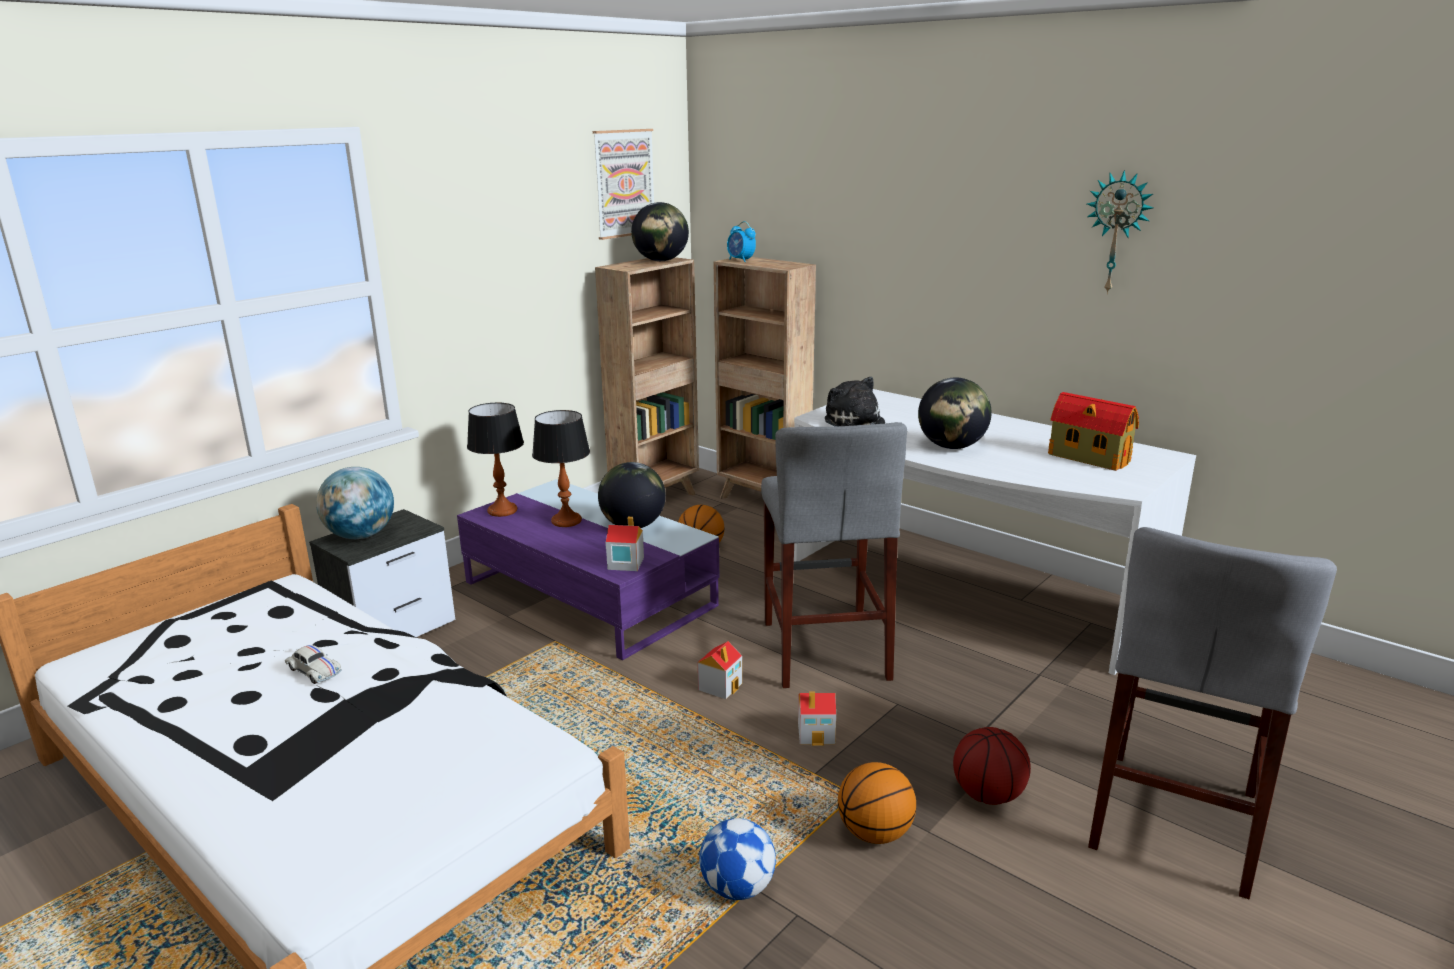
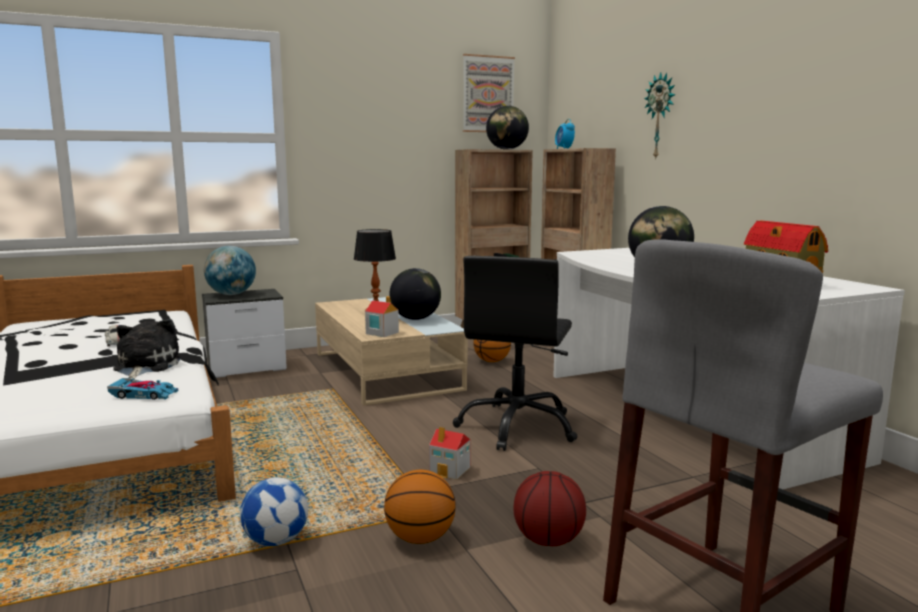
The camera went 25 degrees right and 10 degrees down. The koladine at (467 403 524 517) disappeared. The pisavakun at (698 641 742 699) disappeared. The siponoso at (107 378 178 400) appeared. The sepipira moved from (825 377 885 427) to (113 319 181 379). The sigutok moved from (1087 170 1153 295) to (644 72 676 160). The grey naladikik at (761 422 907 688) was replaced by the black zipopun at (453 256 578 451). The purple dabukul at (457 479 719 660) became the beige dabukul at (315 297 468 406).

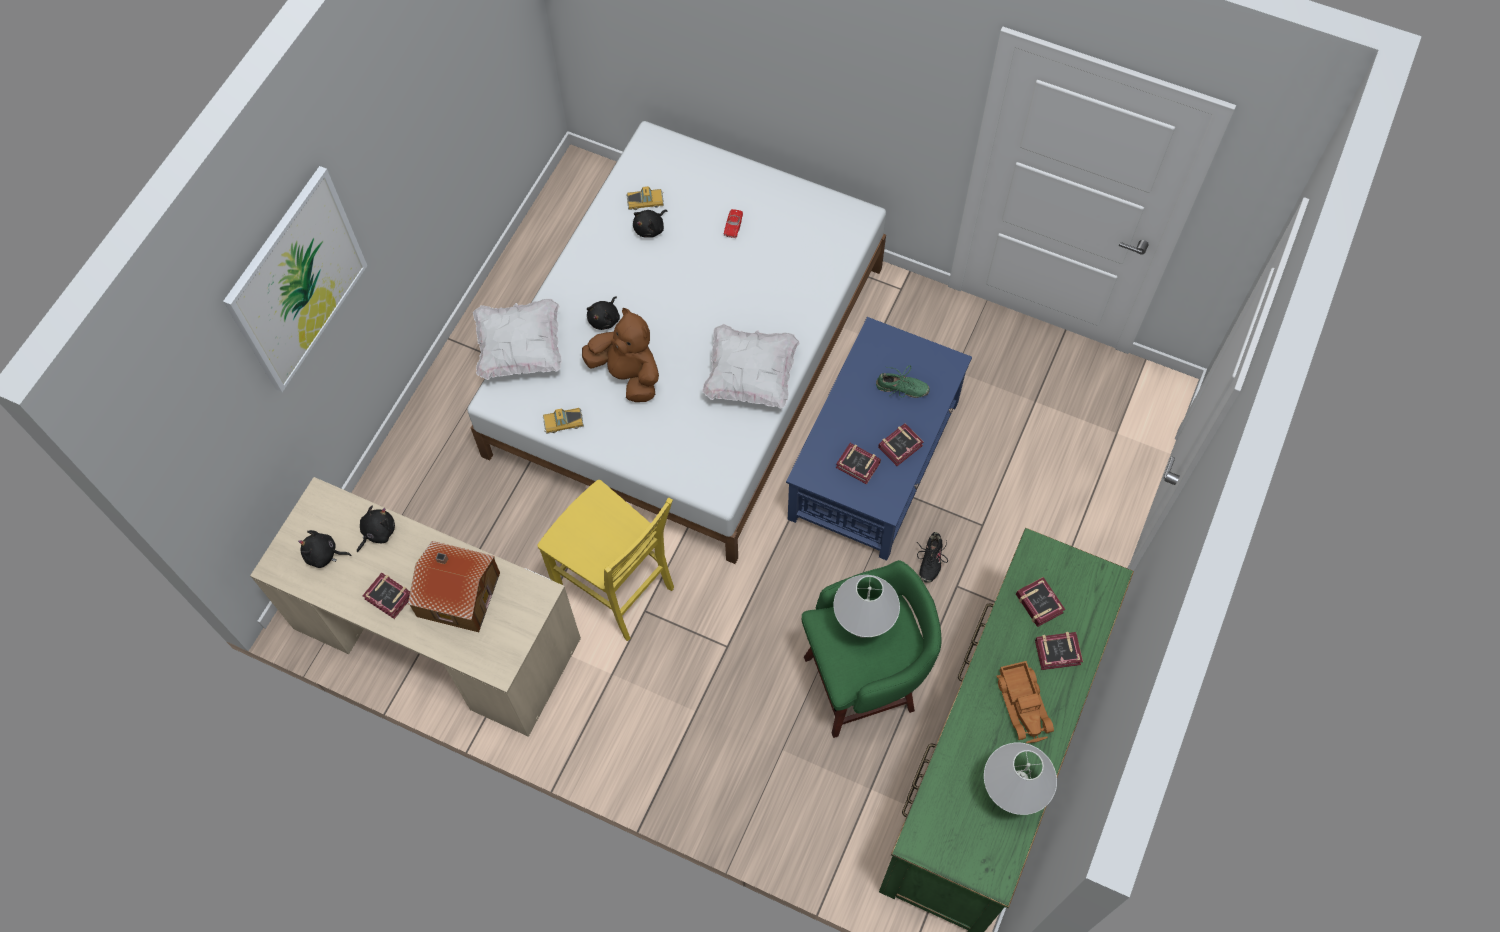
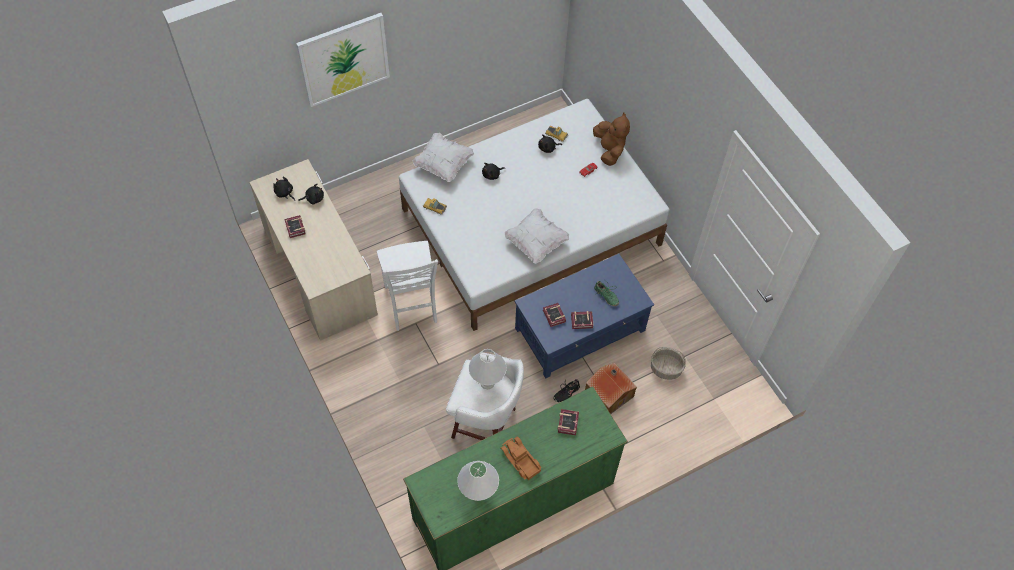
The camera went 35 degrees right and 5 degrees down. The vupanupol at (1035 632 1083 670) disappeared. The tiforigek at (651 347 686 380) appeared. The pisavakun moved from (408 541 500 632) to (585 362 637 414). The brown sepipira moved from (582 308 659 402) to (593 113 630 166). The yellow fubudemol at (537 480 674 641) became the white fubudemol at (377 241 438 331). The green naladikik at (802 560 941 738) became the white naladikik at (446 353 524 440). The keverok at (996 661 1054 743) turned 120 degrees clockwise.

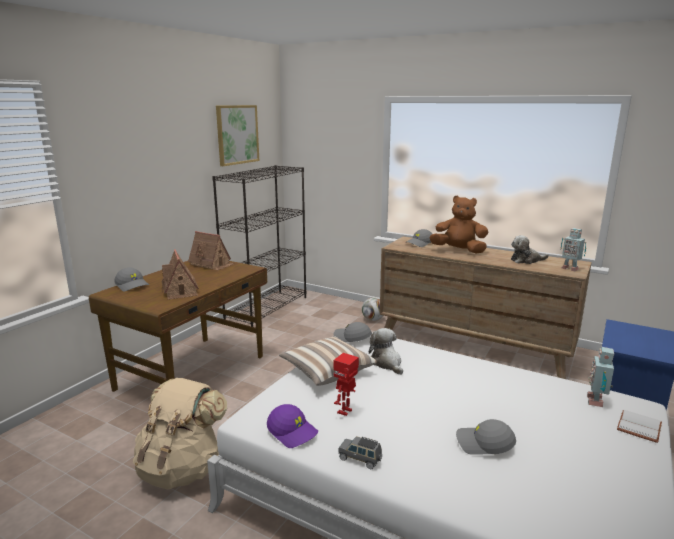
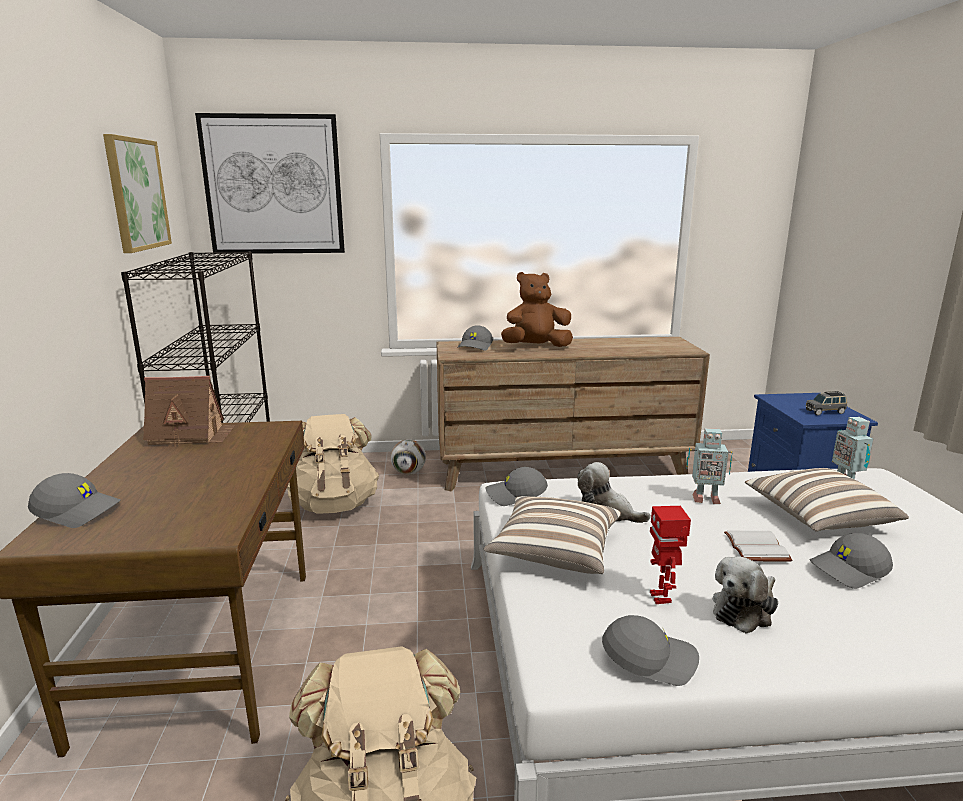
The camera went 35 degrees left and 0 degrees up. The pisavakun at (162 249 199 300) disappeared. The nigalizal at (195 113 345 254) appeared. The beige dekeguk at (287 414 379 514) appeared. The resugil at (745 468 909 532) appeared. The grey siponoso moved from (338 436 382 469) to (805 391 847 415). The sepipira moved from (511 235 549 264) to (713 556 778 634). The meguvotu moved from (561 228 586 271) to (686 428 733 504). The white vupanupol moved from (617 410 662 443) to (724 531 792 561). The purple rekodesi at (267 404 318 448) became the grey rekodesi at (602 615 699 686).

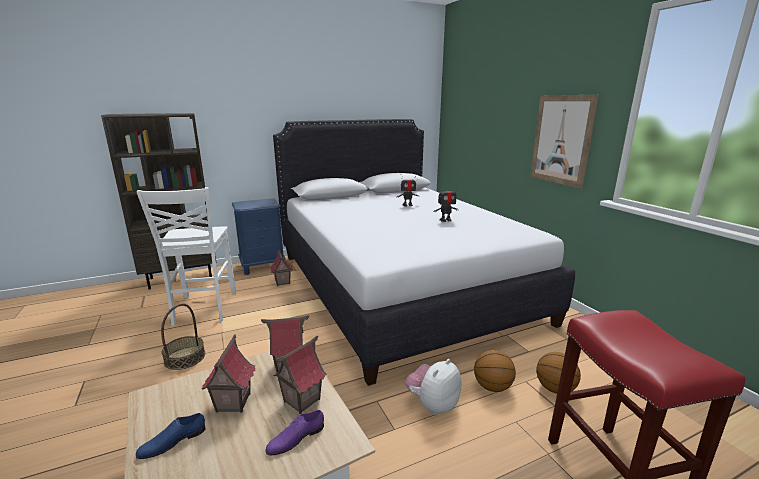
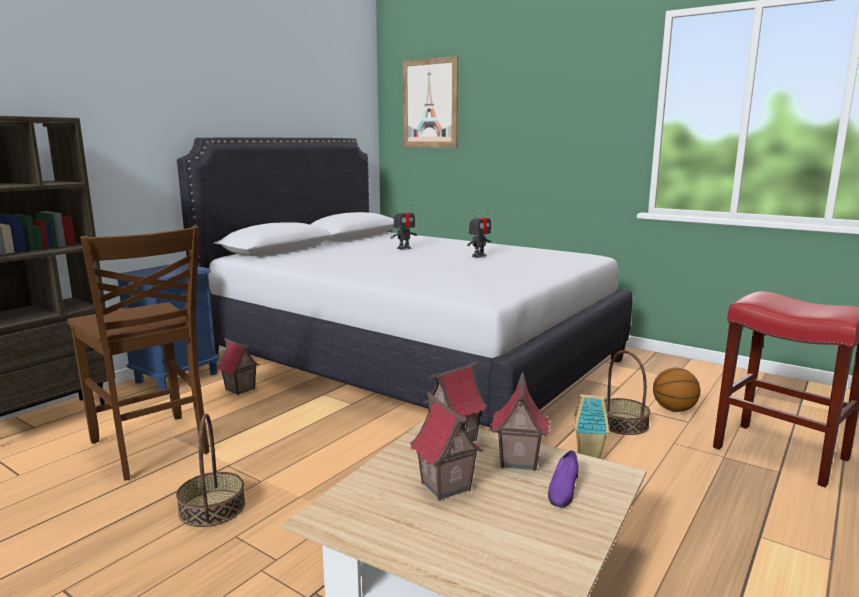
The camera went 30 degrees left and 5 degrees down. The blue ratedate at (135 413 206 459) disappeared. The nigalizal moved from (530 95 599 188) to (403 56 458 148). The sepipira at (405 359 461 415) was replaced by the pisavakun at (574 394 609 459). The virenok at (474 350 516 392) was replaced by the tiforigek at (604 350 651 435). The white fubudemol at (136 187 236 326) became the brown fubudemol at (67 226 210 480).

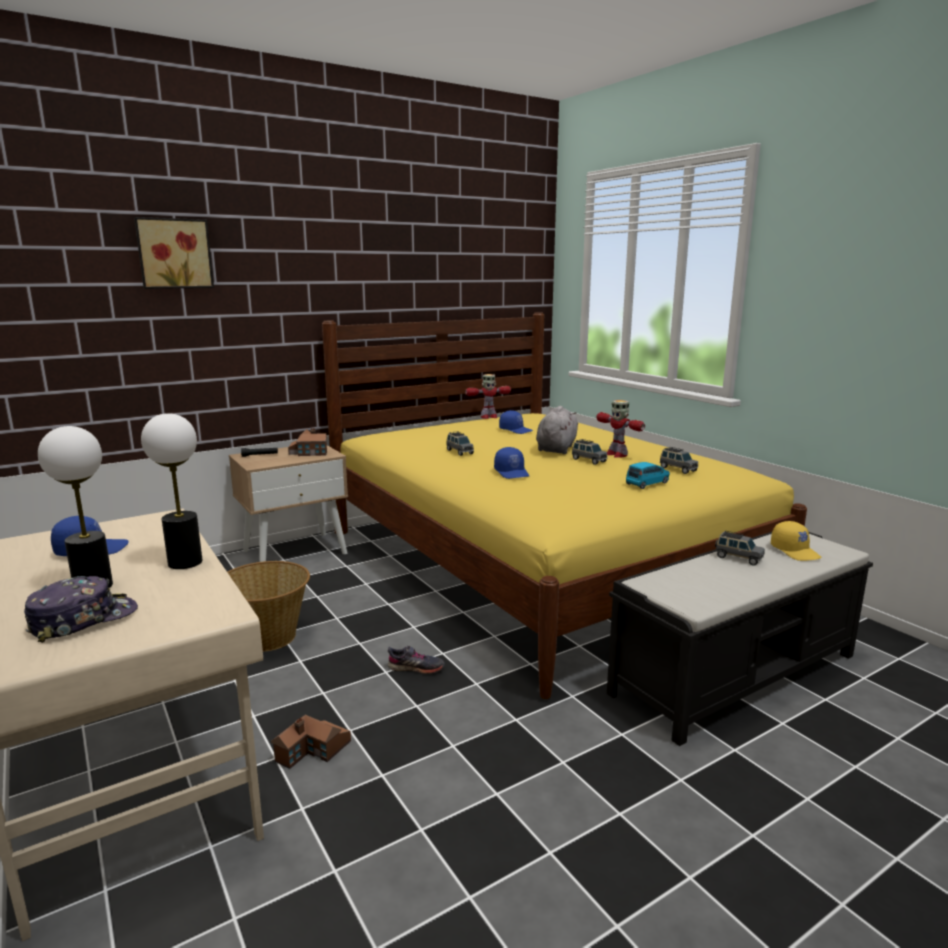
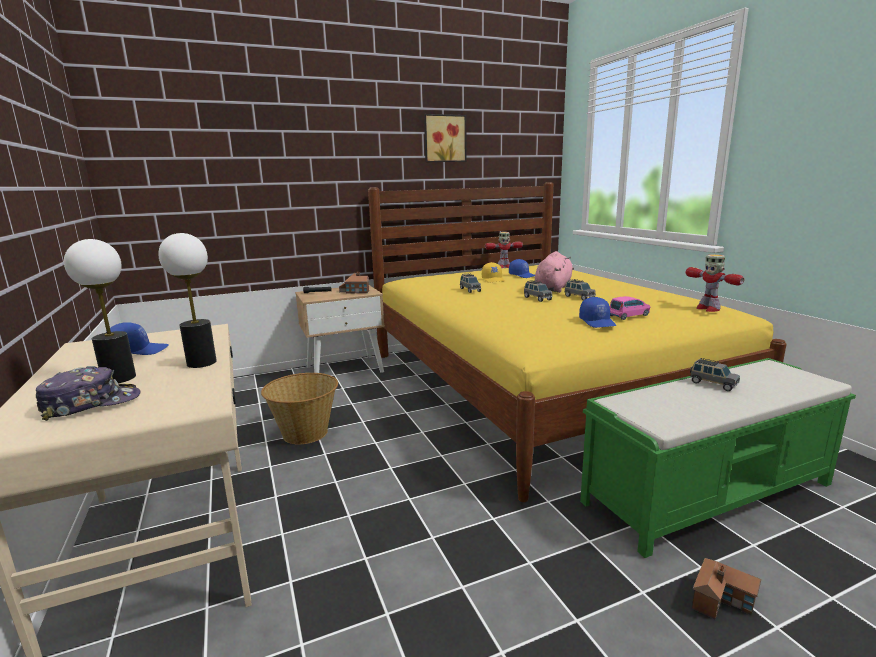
The camera went 10 degrees right and 0 degrees up. The grey ratedate at (388 645 445 674) disappeared. The nigalizal moved from (134 217 214 289) to (424 114 467 162). The pisavakun moved from (271 715 351 769) to (692 558 761 619). The blue rekodesi moved from (494 447 529 479) to (579 297 616 328). The meguvotu moved from (596 400 645 458) to (686 254 744 312). The grey siponoso moved from (660 447 698 474) to (524 280 552 302). The yellow rekodesi moved from (771 521 821 561) to (482 262 505 283). The grey sepipira at (536 406 578 454) became the pink sepipira at (535 251 574 293). The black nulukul at (607 532 873 746) became the green nulukul at (580 358 856 558). The blue siponoso at (626 462 670 489) became the pink siponoso at (610 296 650 320).

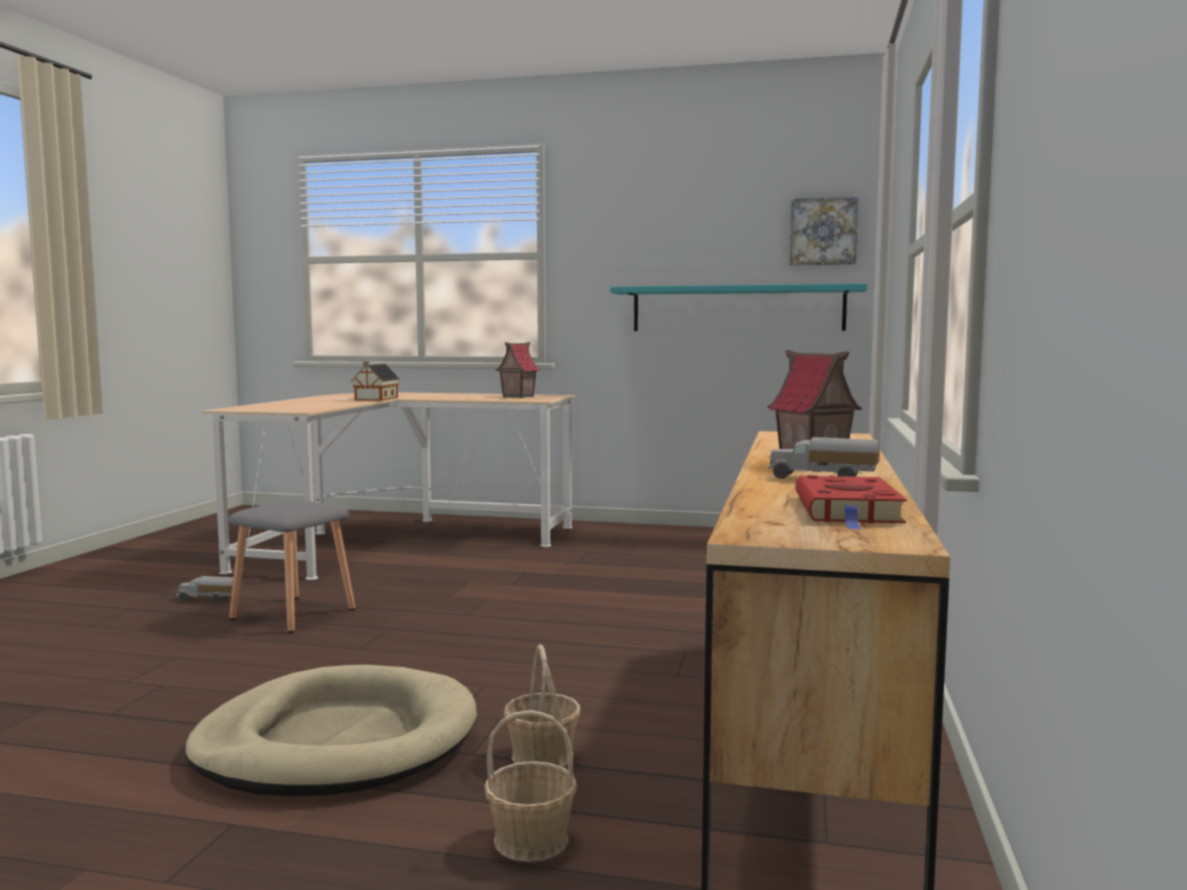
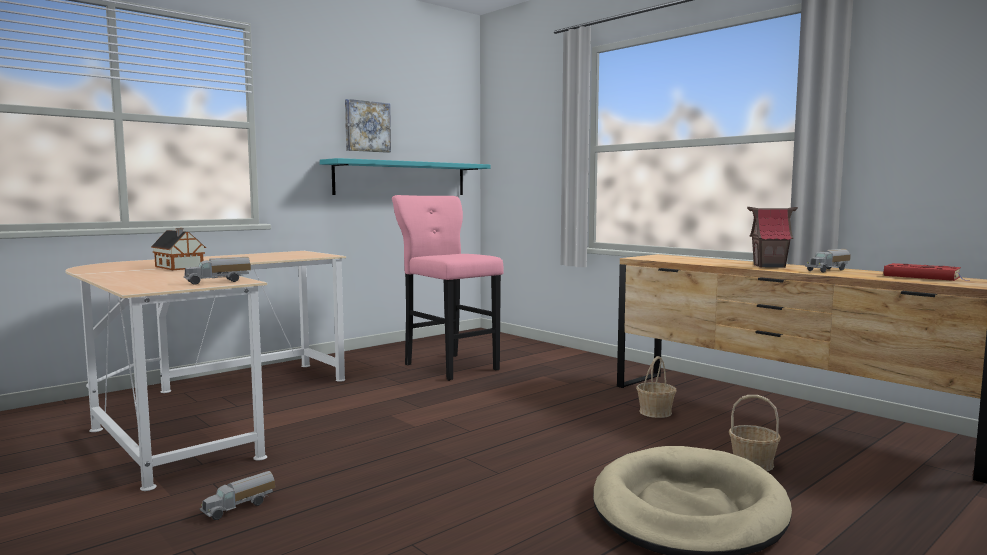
The camera went 55 degrees left and 0 degrees up. The grey naladikik at (228 500 355 633) disappeared. The pisavakun at (496 342 541 398) disappeared. The keverok at (184 257 251 285) appeared. The pink naladikik at (392 195 504 381) appeared. The tiforigek moved from (484 710 577 862) to (636 356 677 418). The nigalizal moved from (790 197 858 265) to (345 99 391 153).

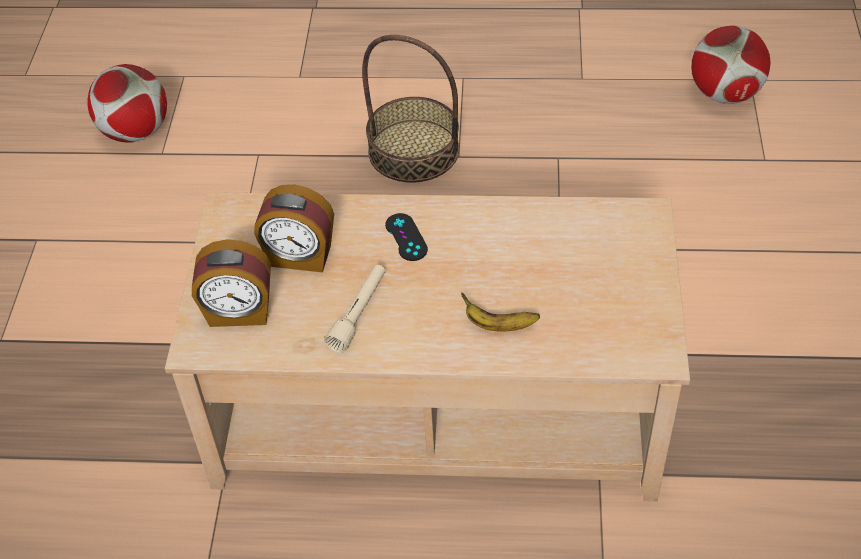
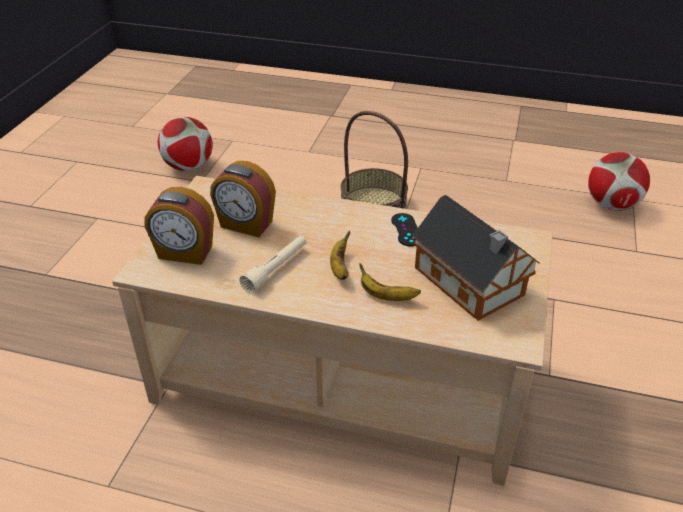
The camera went 10 degrees right and 10 degrees down. The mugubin at (330 230 350 280) appeared. The pisavakun at (412 195 540 321) appeared. The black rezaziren moved from (385 213 428 261) to (391 213 418 246).

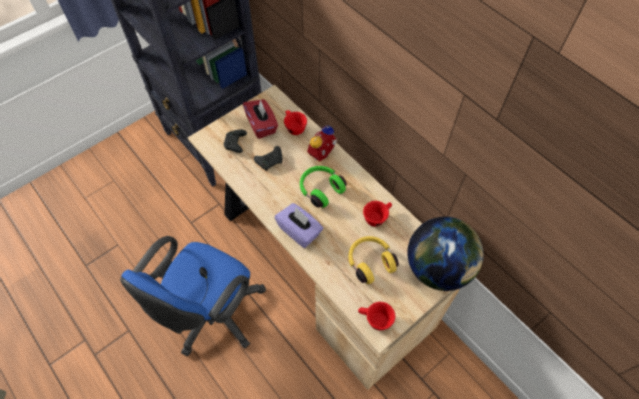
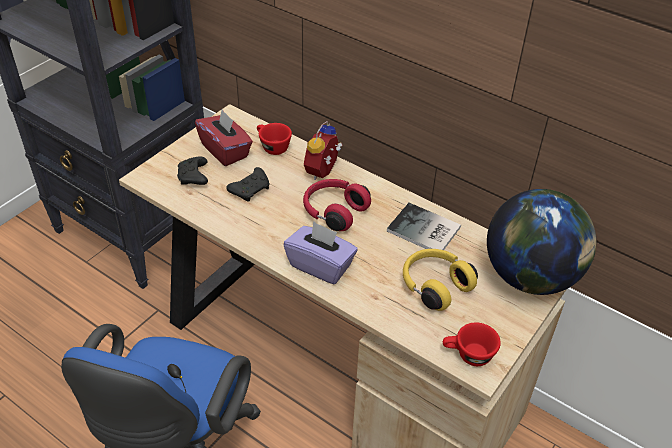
The camera went 15 degrees left and 15 degrees down. The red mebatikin at (363 201 392 227) was replaced by the vupanupol at (387 203 461 250). The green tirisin at (300 166 347 208) became the red tirisin at (303 179 371 231).

